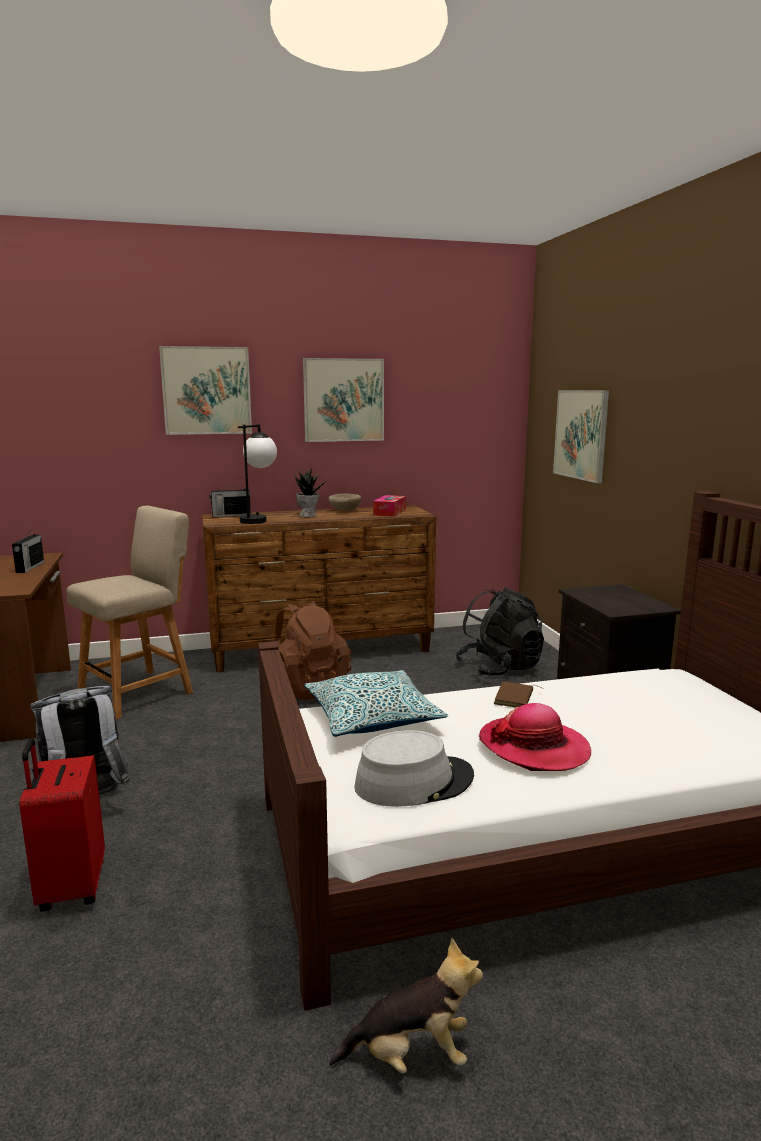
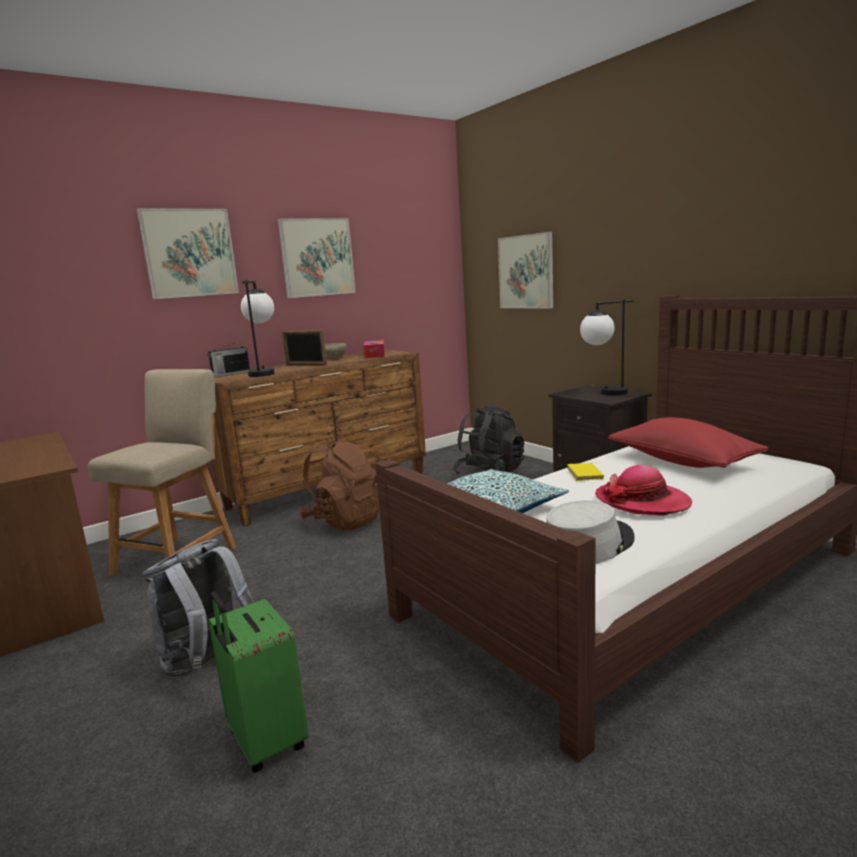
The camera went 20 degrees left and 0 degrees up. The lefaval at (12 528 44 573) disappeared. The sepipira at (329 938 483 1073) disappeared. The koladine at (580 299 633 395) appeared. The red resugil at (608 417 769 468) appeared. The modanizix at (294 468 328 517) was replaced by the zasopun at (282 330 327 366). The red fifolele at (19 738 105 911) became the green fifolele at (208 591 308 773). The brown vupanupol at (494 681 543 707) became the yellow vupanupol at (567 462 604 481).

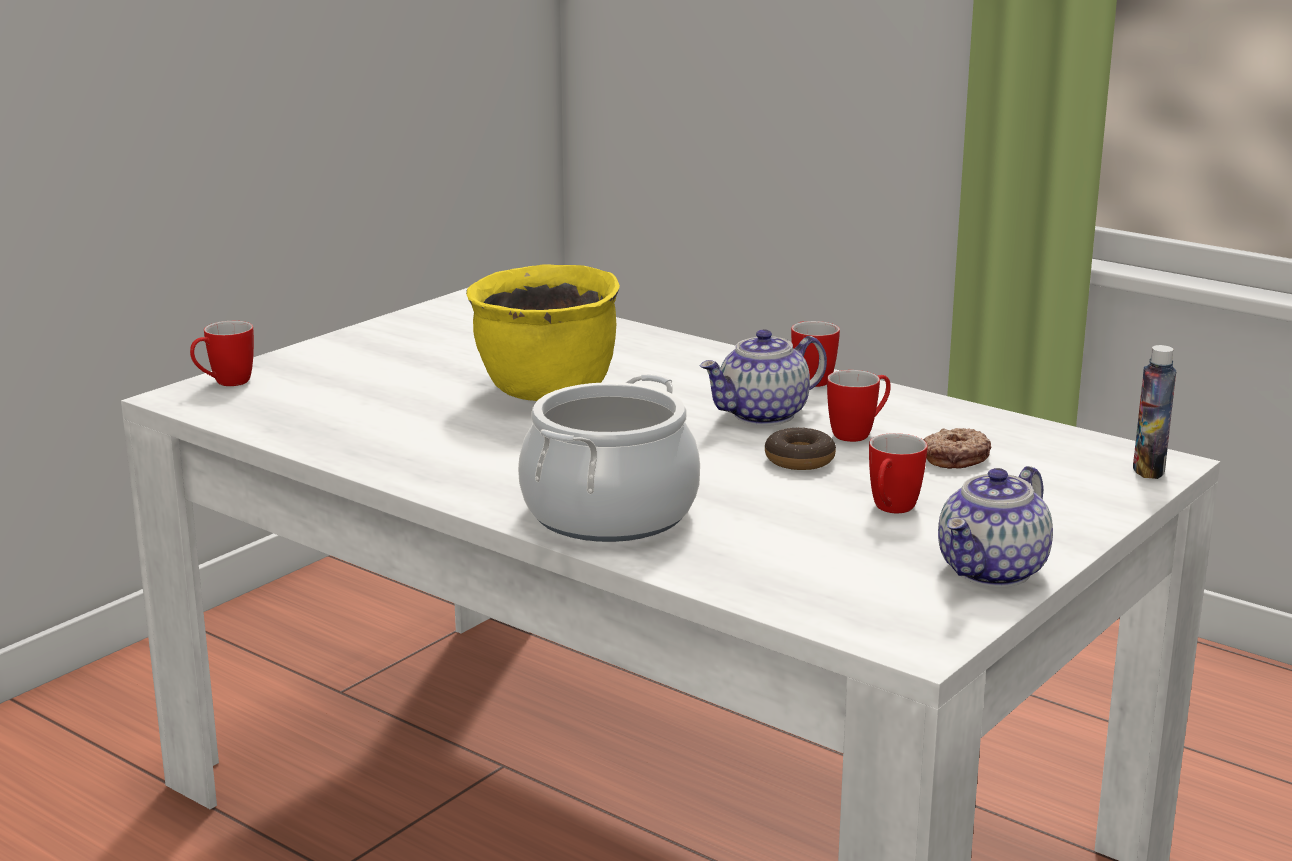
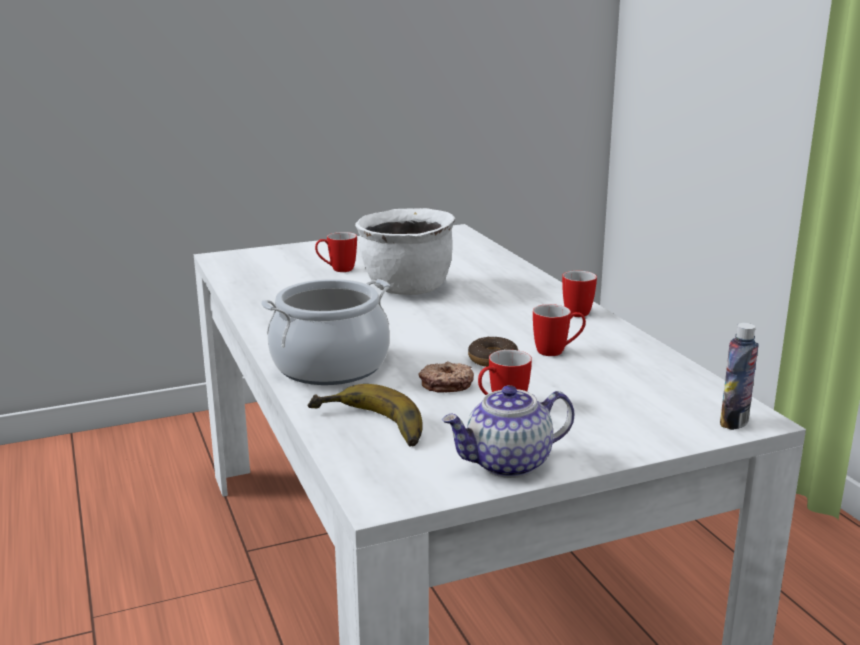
The camera went 30 degrees right and 0 degrees up. The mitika at (699 329 827 426) disappeared. The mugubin at (307 384 423 447) appeared. The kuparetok moved from (190 321 254 386) to (315 232 357 272). The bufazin moved from (923 428 992 469) to (418 361 474 393). The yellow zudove at (466 264 620 401) became the white zudove at (355 208 455 295).

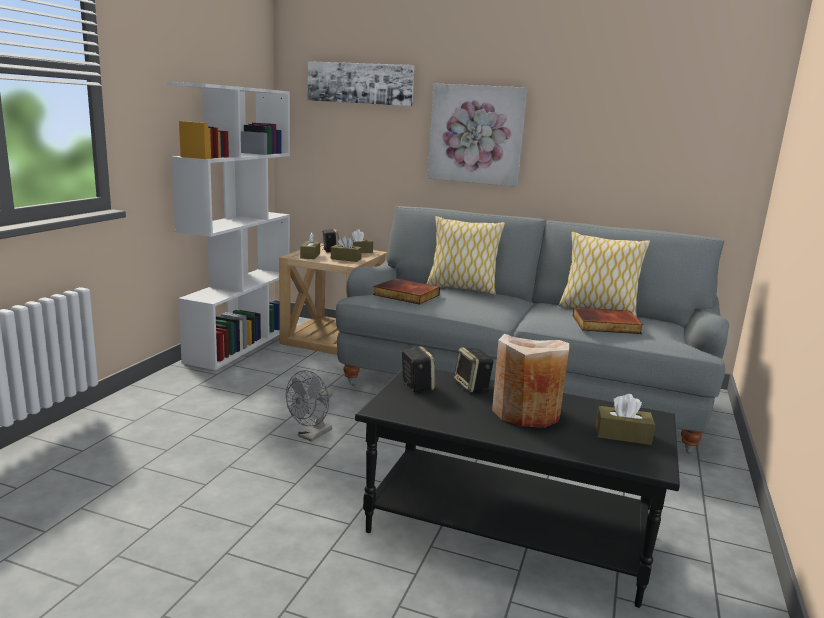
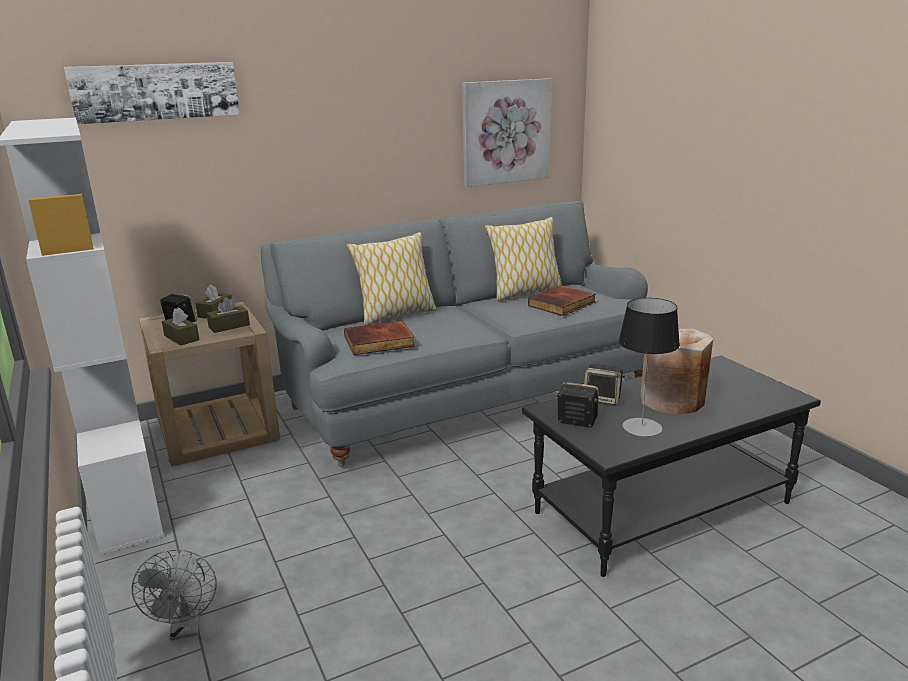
The camera went 45 degrees left and 5 degrees up. The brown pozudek at (596 394 655 445) disappeared. The koladine at (619 298 680 437) appeared. The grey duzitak moved from (286 370 333 442) to (132 549 217 641). The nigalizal moved from (428 83 528 187) to (462 78 552 187).

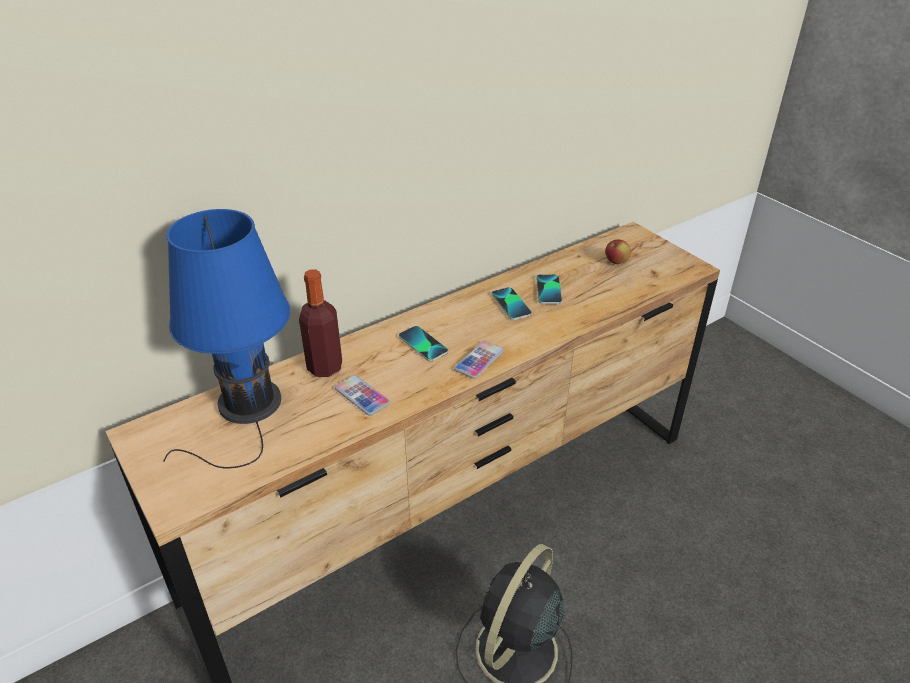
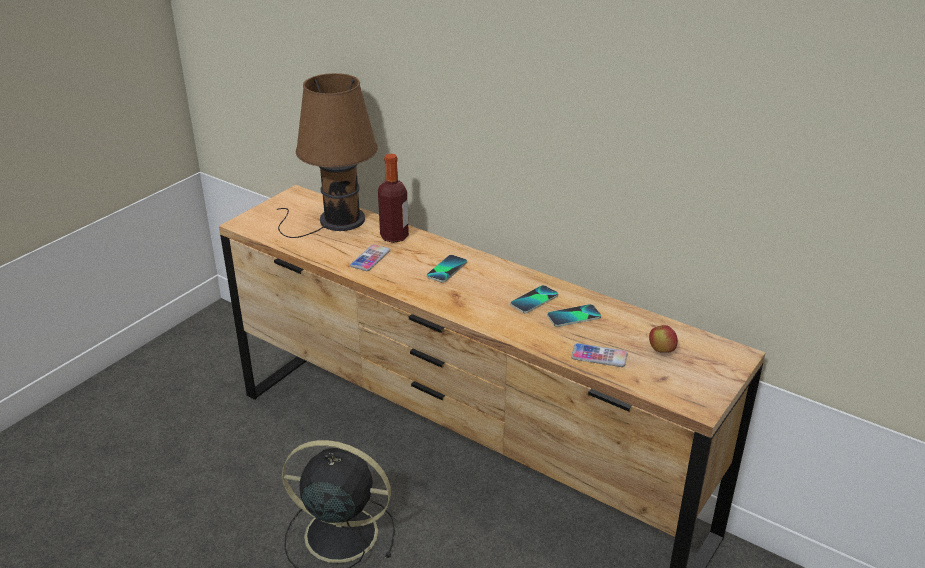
The camera went 70 degrees right and 5 degrees down. The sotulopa moved from (454 341 504 379) to (571 343 628 367). The blue koladine at (163 209 290 468) became the brown koladine at (277 73 378 238).

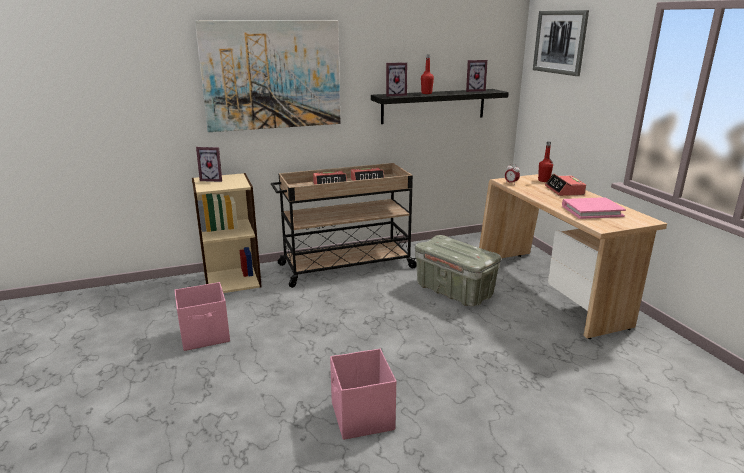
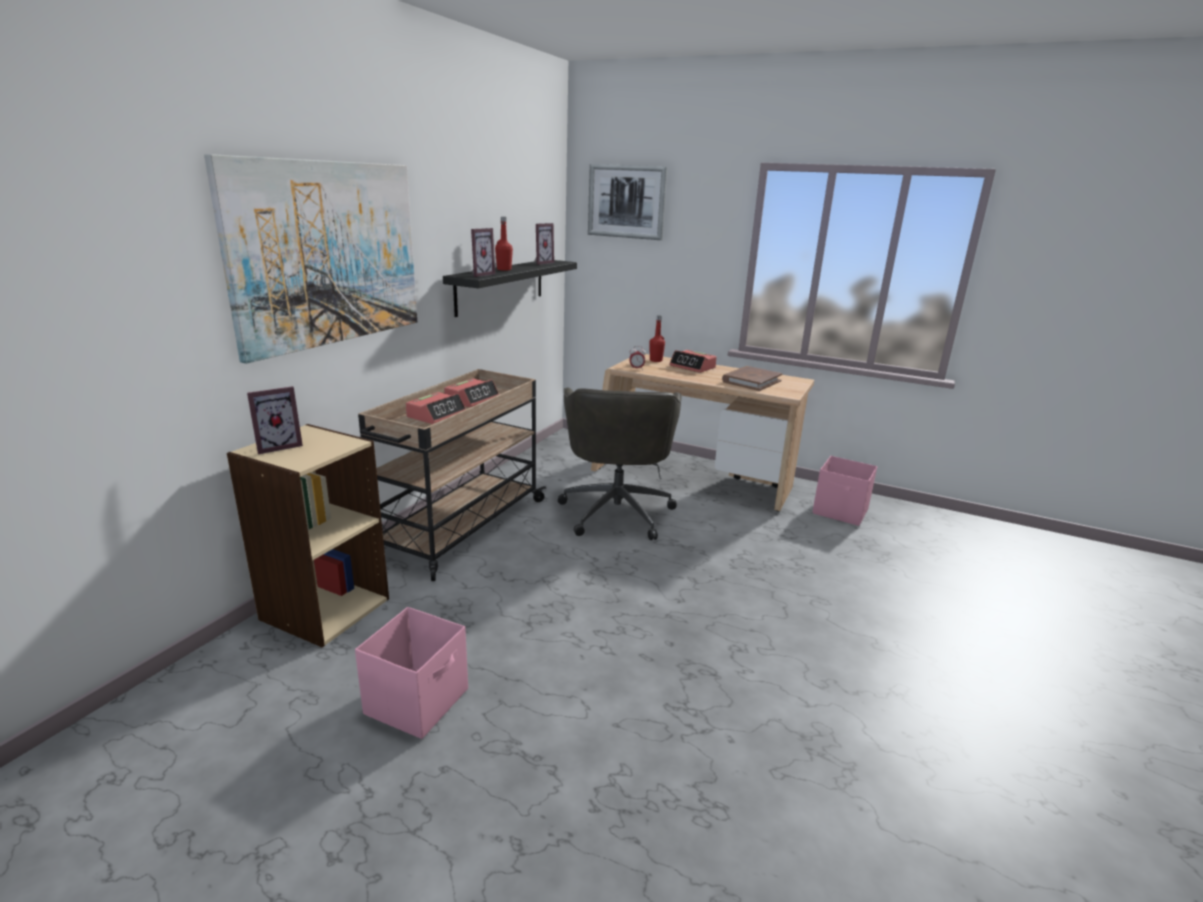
The camera went 45 degrees left and 0 degrees up. The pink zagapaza moved from (330 349 396 440) to (812 456 877 526). The grey zagapaza at (415 235 501 306) was replaced by the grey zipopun at (558 387 682 540). The pink vupanupol at (562 197 626 219) became the brown vupanupol at (722 366 782 391).

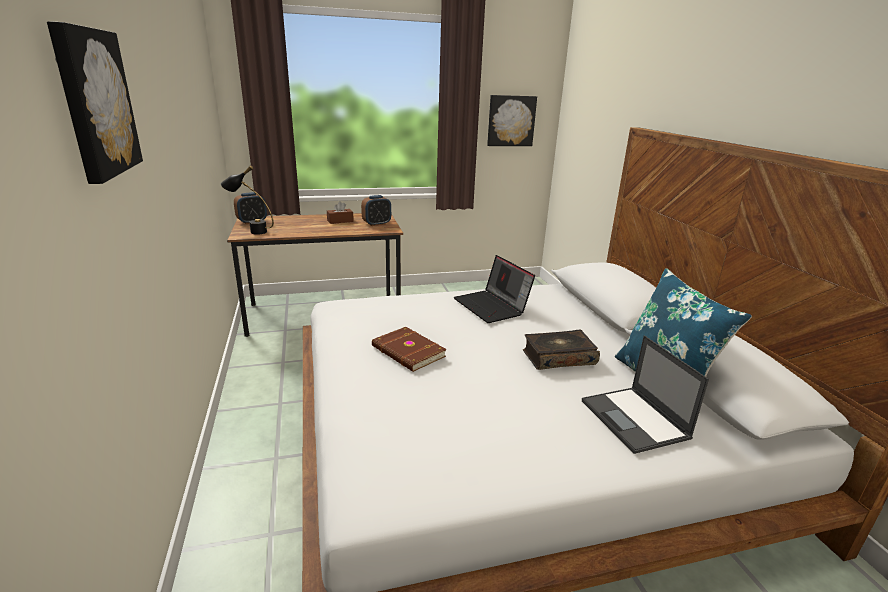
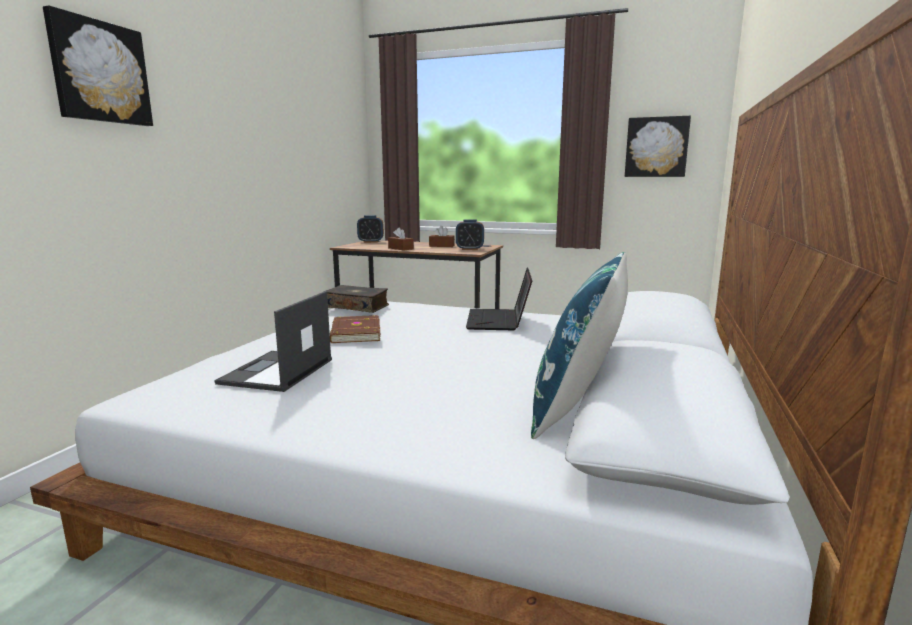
The camera went 35 degrees right and 10 degrees down. The black koladine at (221 165 274 235) disappeared. The brown pozudek at (388 227 414 251) appeared. The vupanupol moved from (523 330 600 370) to (323 285 389 313). The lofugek moved from (582 335 709 454) to (214 291 332 392).

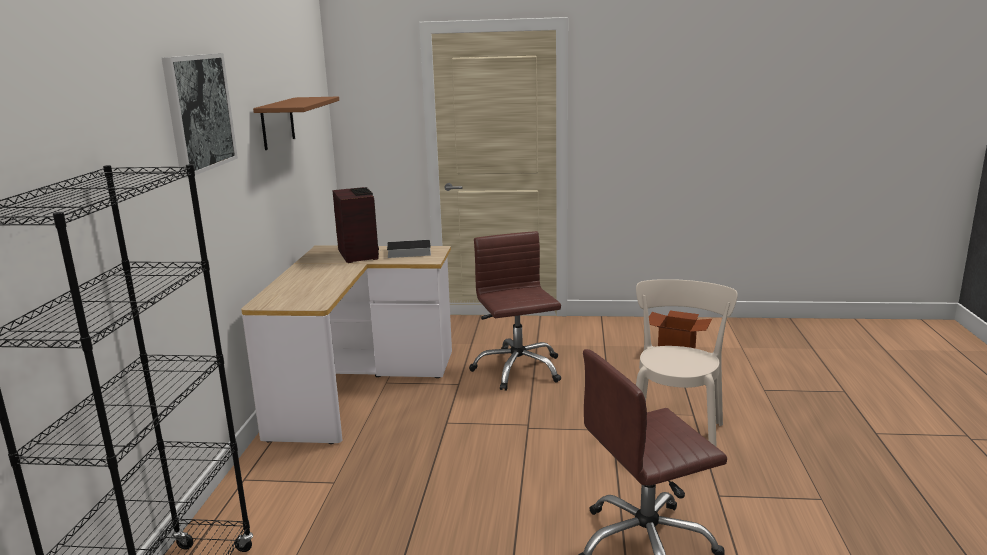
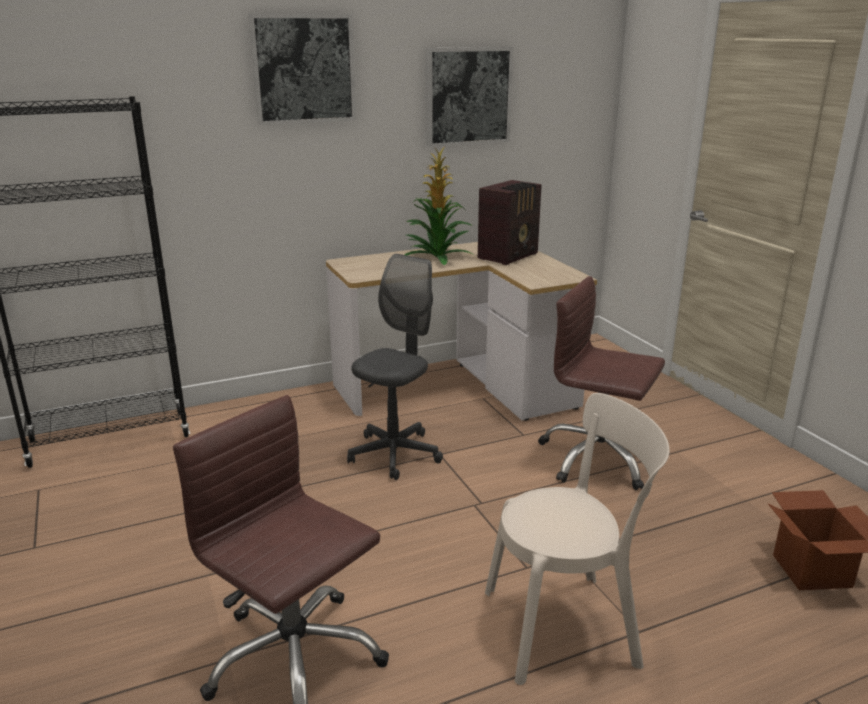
The camera went 60 degrees right and 5 degrees up. The vupanupol at (384 240 431 258) disappeared. The grey zipopun at (347 254 443 480) appeared. The modanizix at (404 147 473 265) appeared. The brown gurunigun at (253 97 339 150) was replaced by the nigalizal at (426 47 513 147). The brown zipopun at (469 231 561 391) turned 105 degrees counterclockwise.

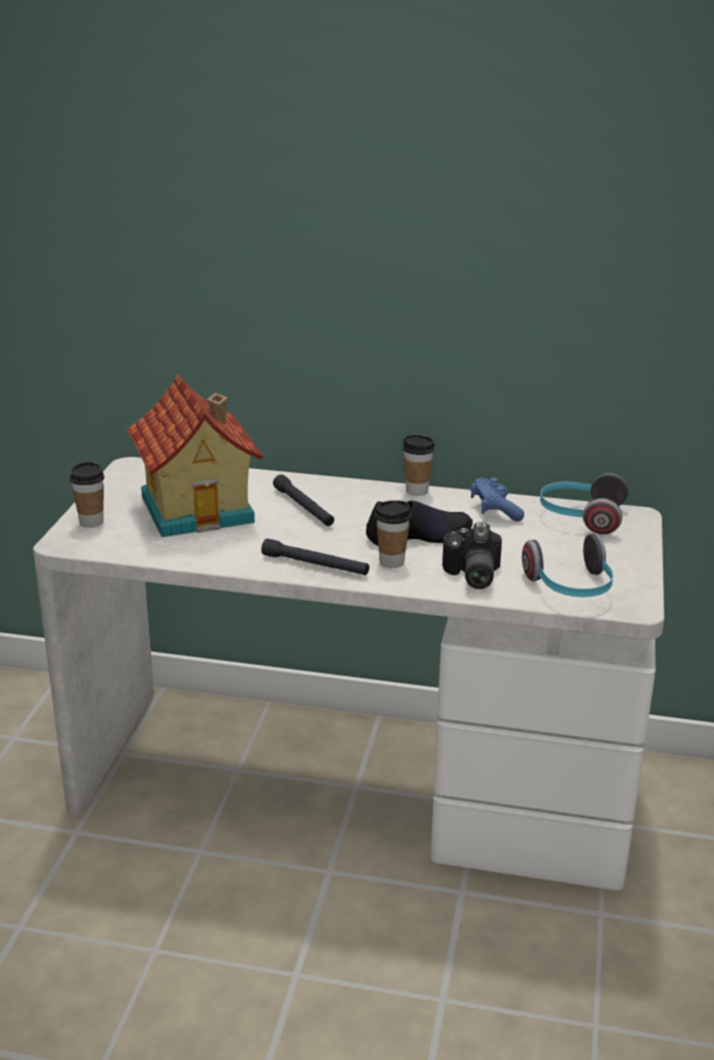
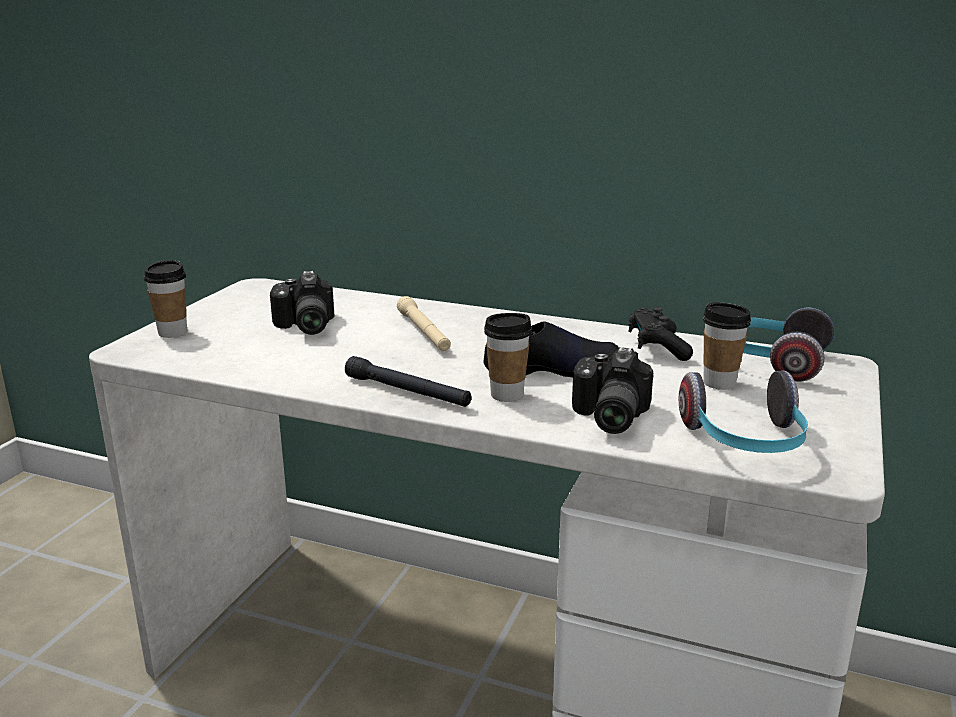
The camera went 10 degrees right and 5 degrees down. The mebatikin moved from (403 435 435 496) to (703 302 751 390). The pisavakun at (127 374 263 537) was replaced by the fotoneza at (270 271 335 335). The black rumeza at (273 475 334 526) became the beige rumeza at (397 296 451 351). The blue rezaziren at (471 478 524 522) became the black rezaziren at (628 307 693 361).

